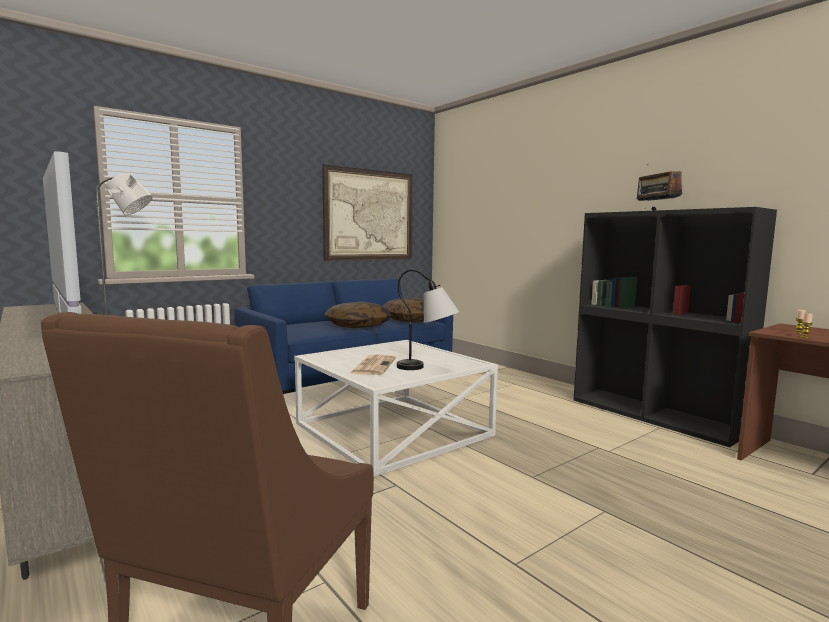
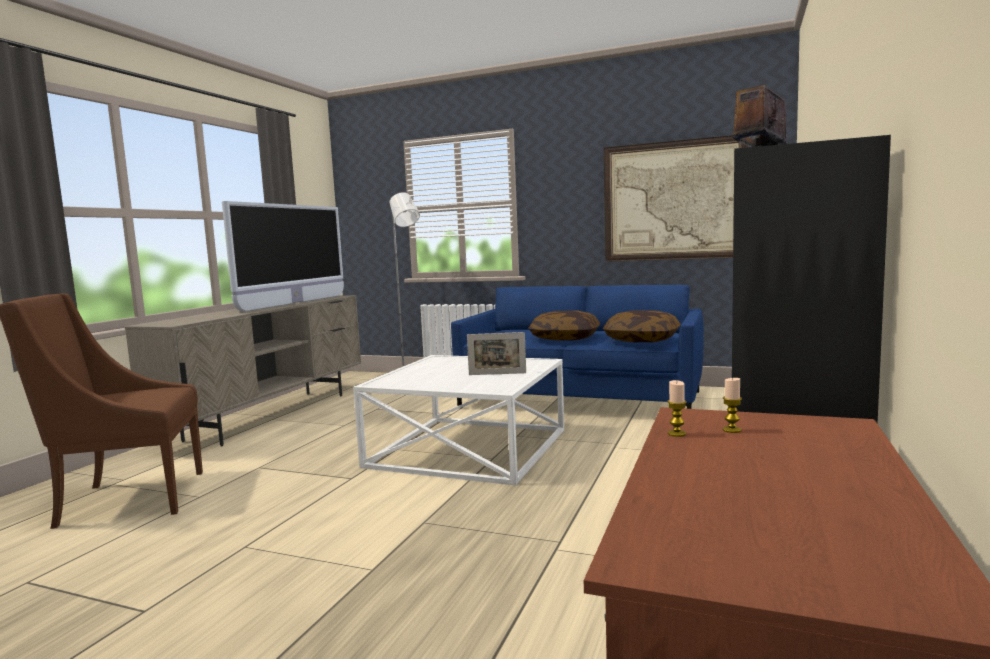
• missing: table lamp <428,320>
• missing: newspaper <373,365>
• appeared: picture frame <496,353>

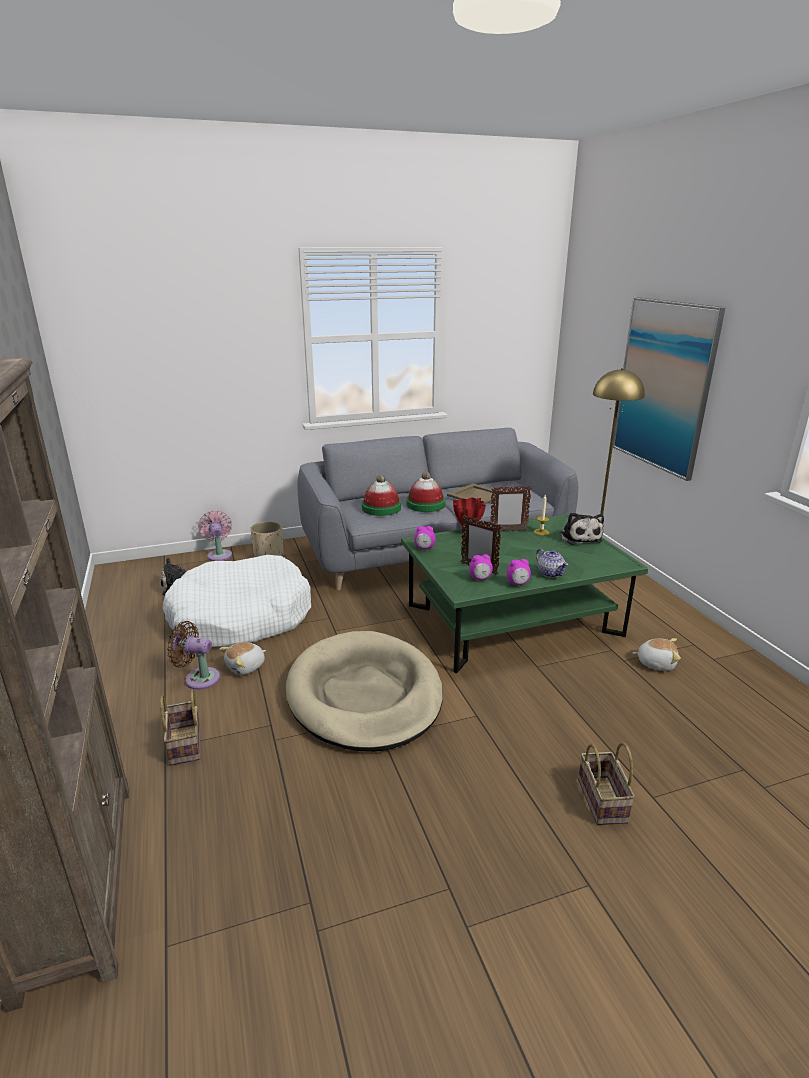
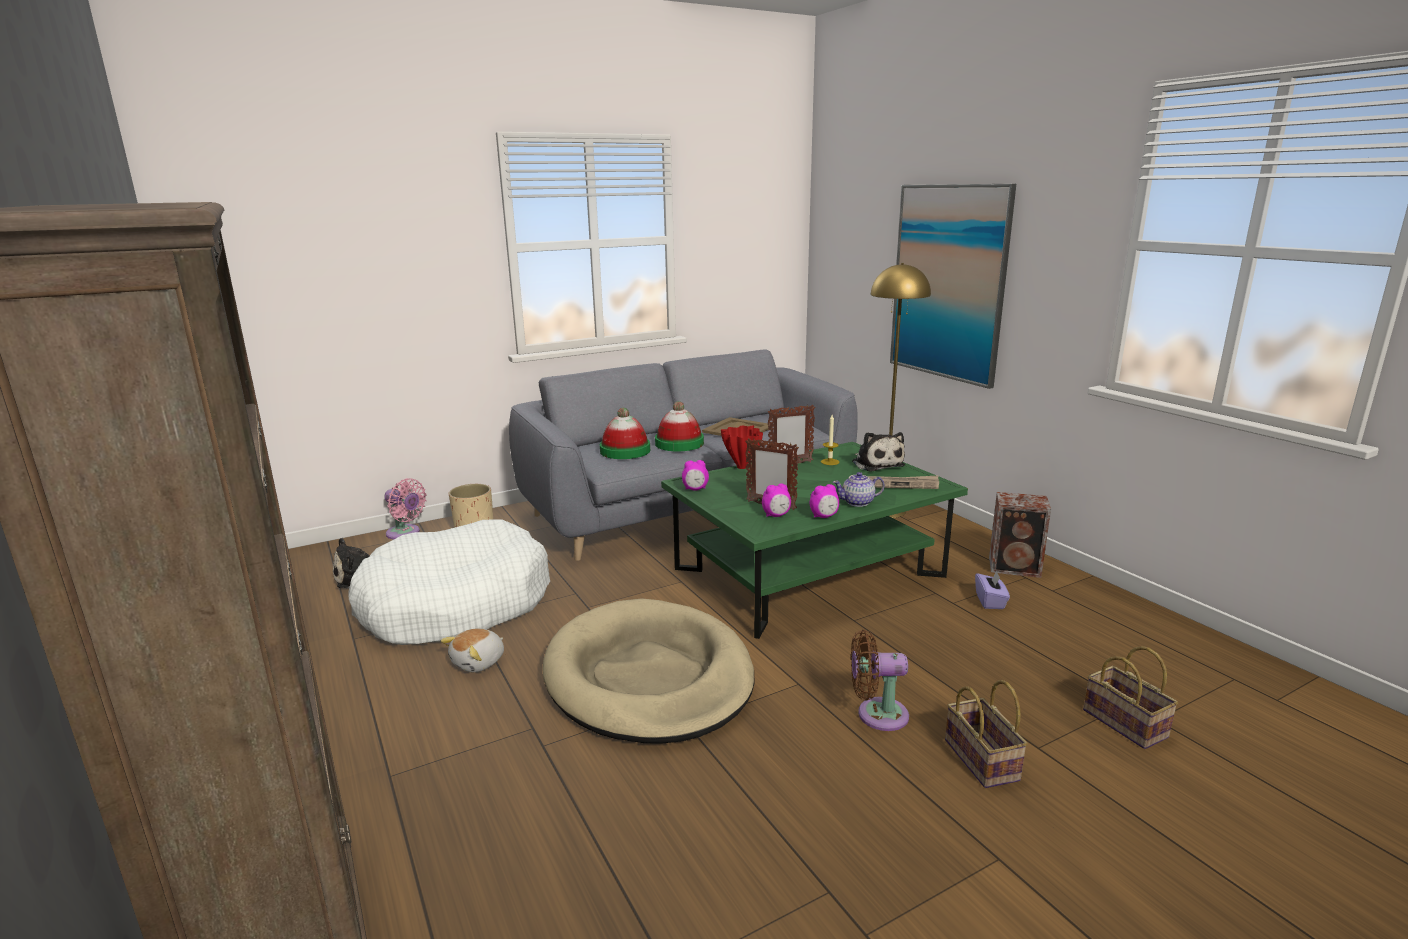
• spun: pink fan <215,536> = <405,508> 150 degrees clockwise
• spun: teapot <552,563> = <859,489> 120 degrees clockwise
• relocated: brown fan <193,655> to <880,680>
• exchanged: plush toy <657,654> to purple tissue box <992,590>
• relocated: basket <180,727> to <1130,697>
• appeared: newspaper <903,482>
• appeared: speaker <1020,535>

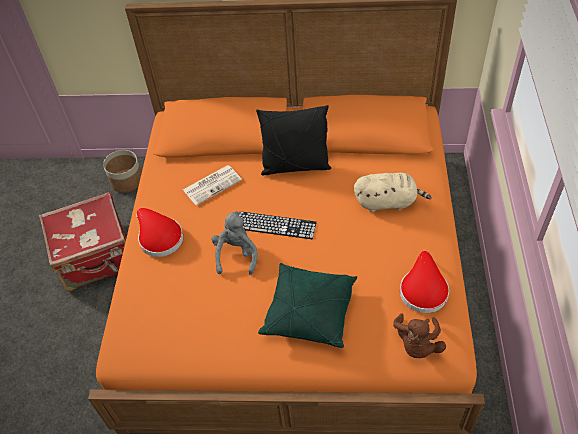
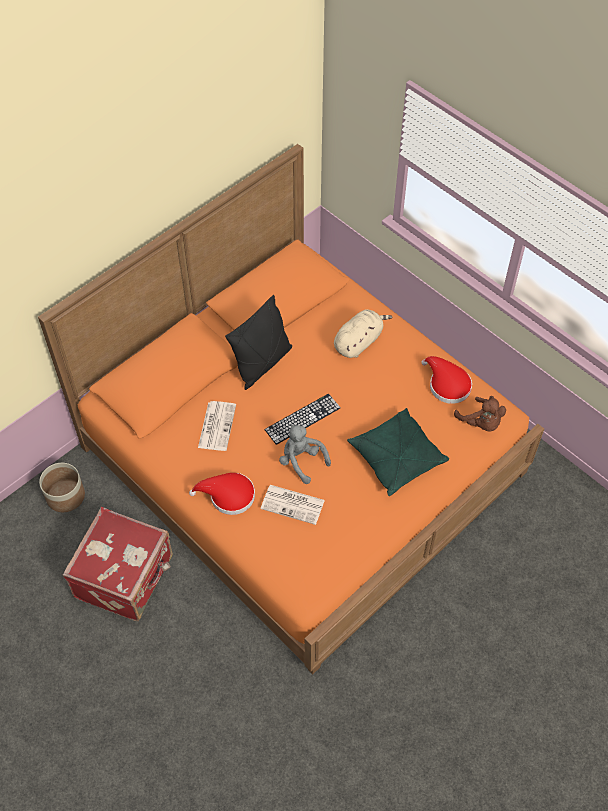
• appeared: newspaper <293,505>

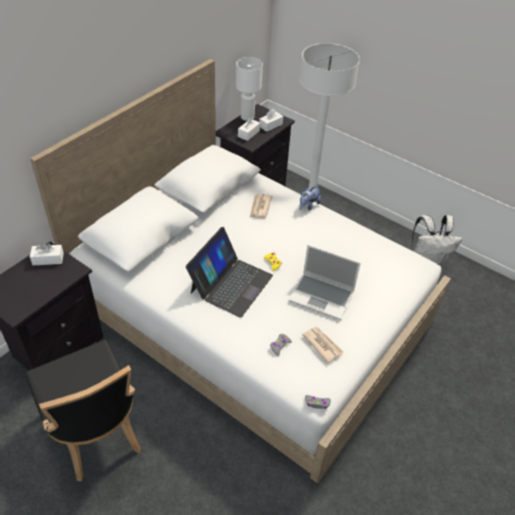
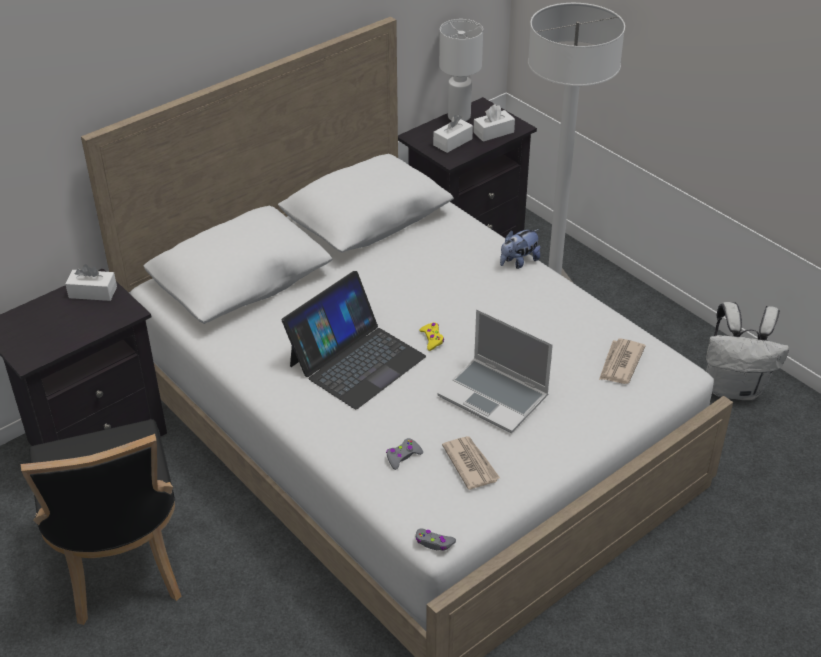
• relocated: newspaper <261,206> to <622,361>

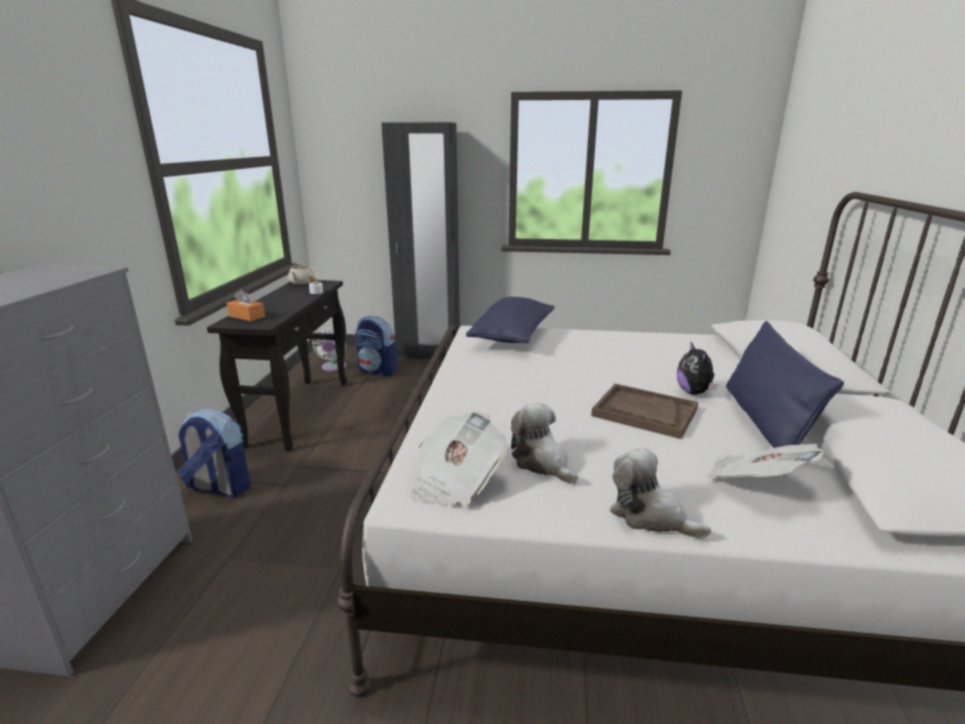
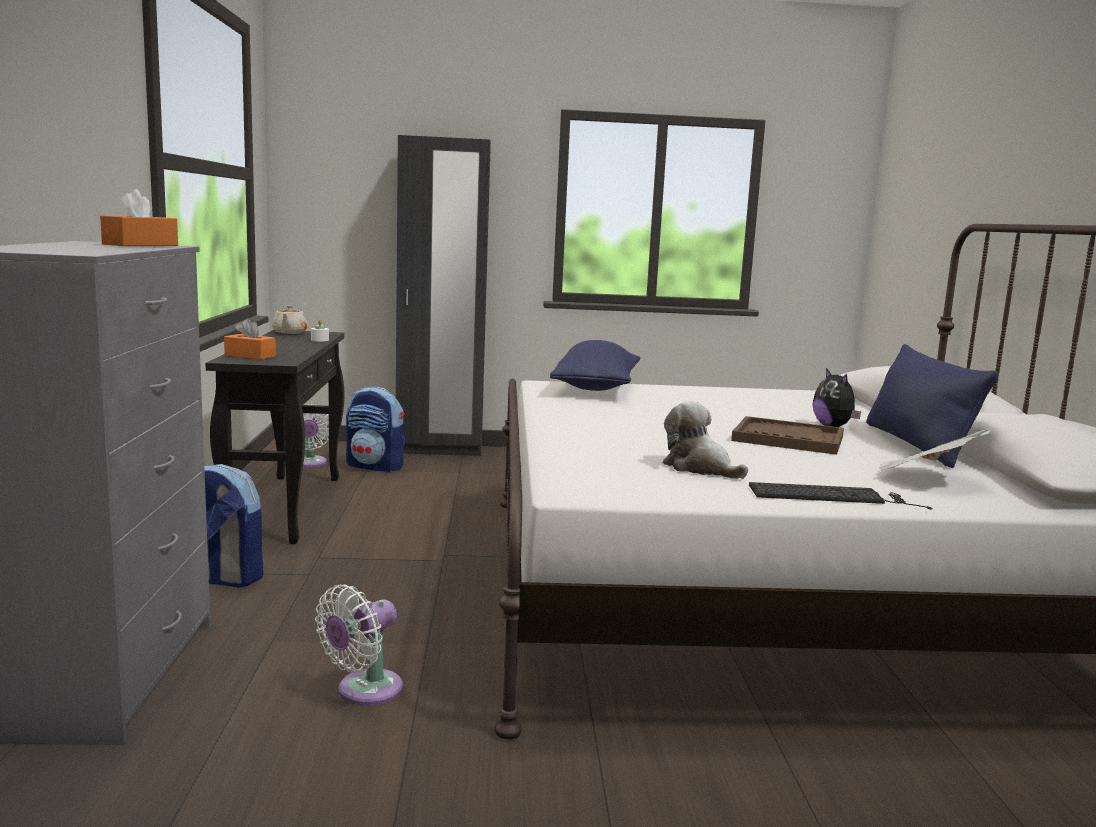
• missing: newspaper <459,458>
• exchanged: plush toy <660,493> to keyboard <841,496>
• appeared: orange tissue box <139,217>
• appeared: white fan <359,645>

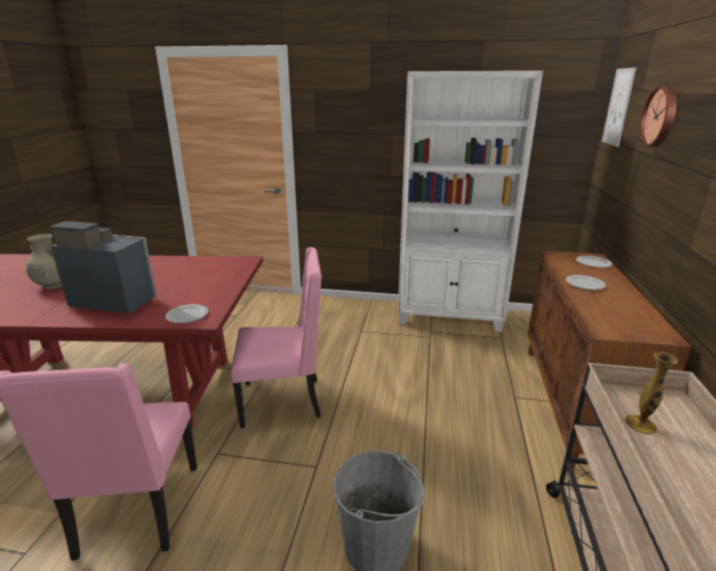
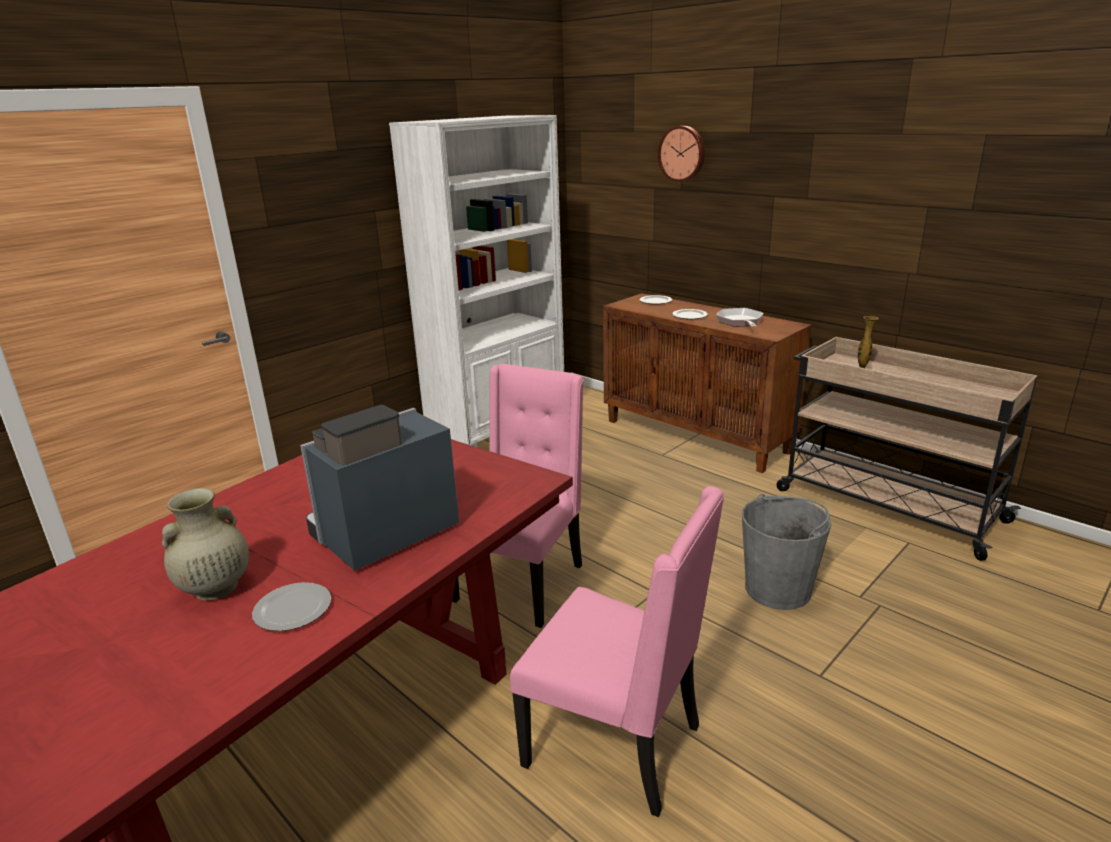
• missing: picture <619,107>
• relocated: plate <186,314> to <291,606>
• appeared: frying pan <740,317>

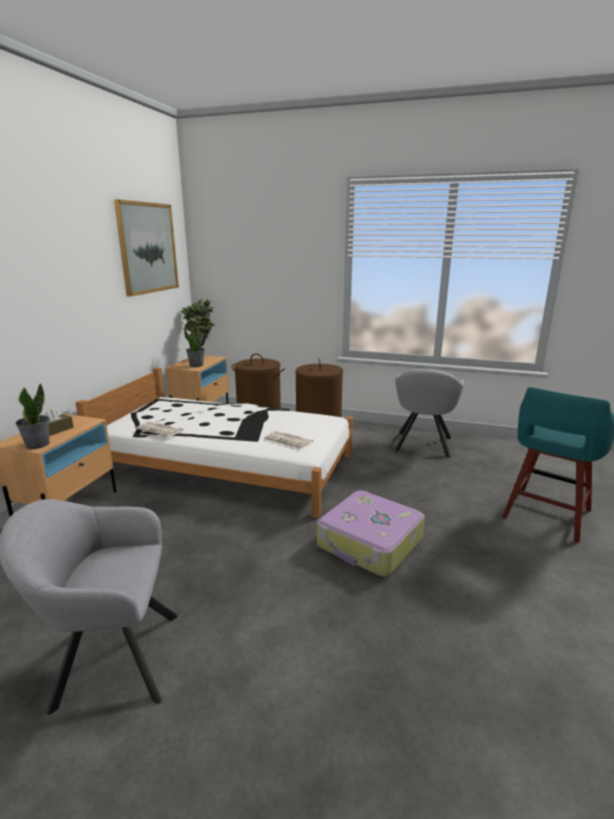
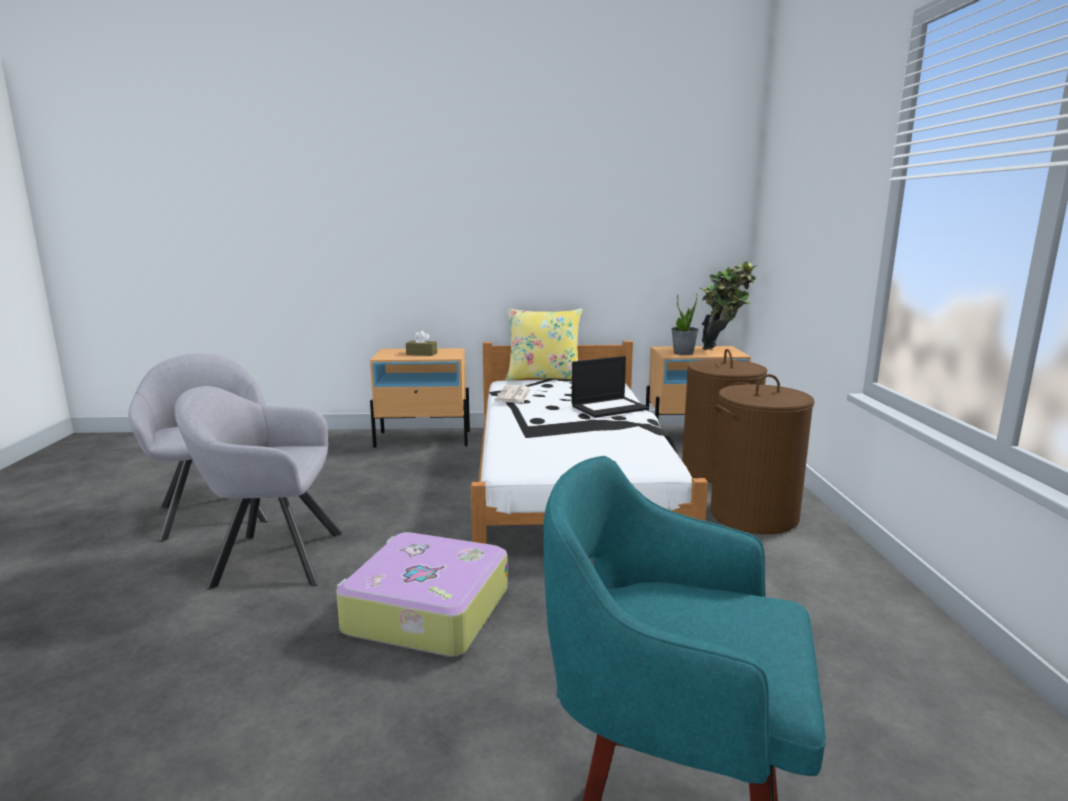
• missing: picture <146,248>
• relocated: grey armchair <429,413> to <258,488>
• missing: potted plant <32,416>
• missing: newspaper <289,440>
• appeared: yellow pillow <543,344>
• appeared: laptop <610,387>

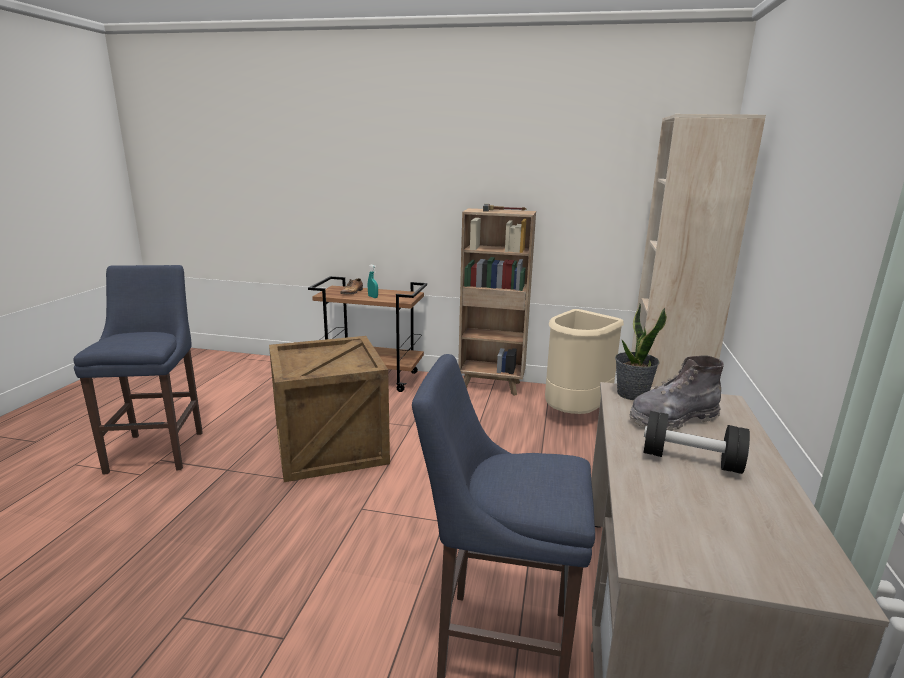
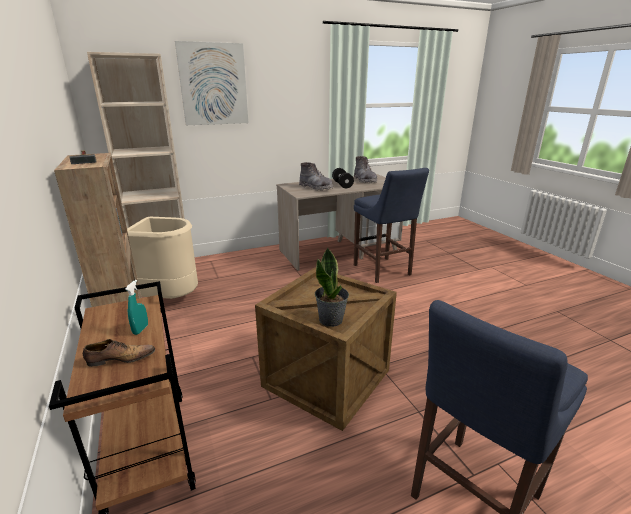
• relocated: potted plant <641,352> to <332,287>
• appeared: picture <211,83>
• appeared: grey boot <365,169>

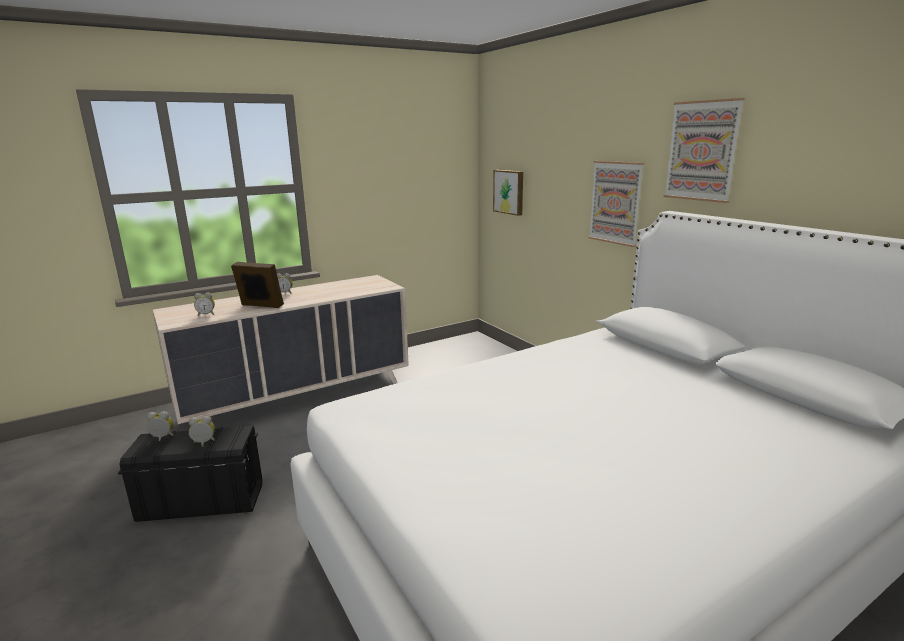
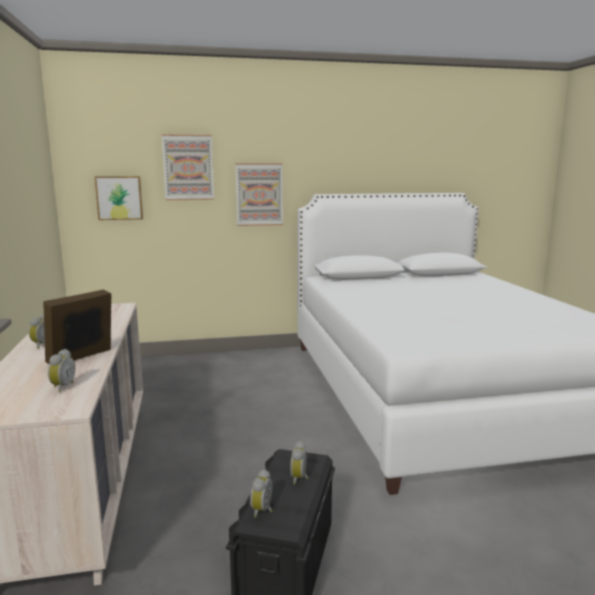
• relocated: picture <704,150> to <188,167>

